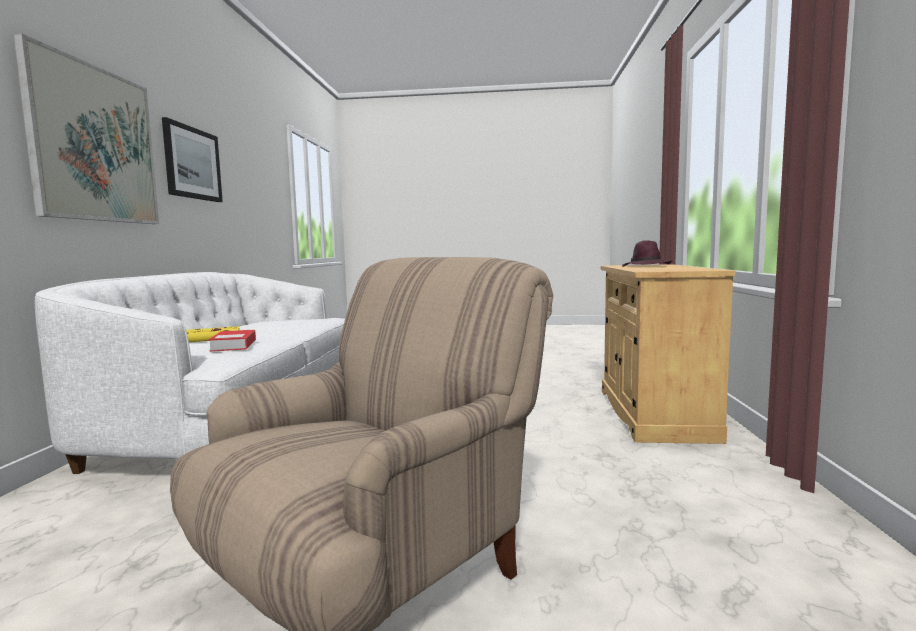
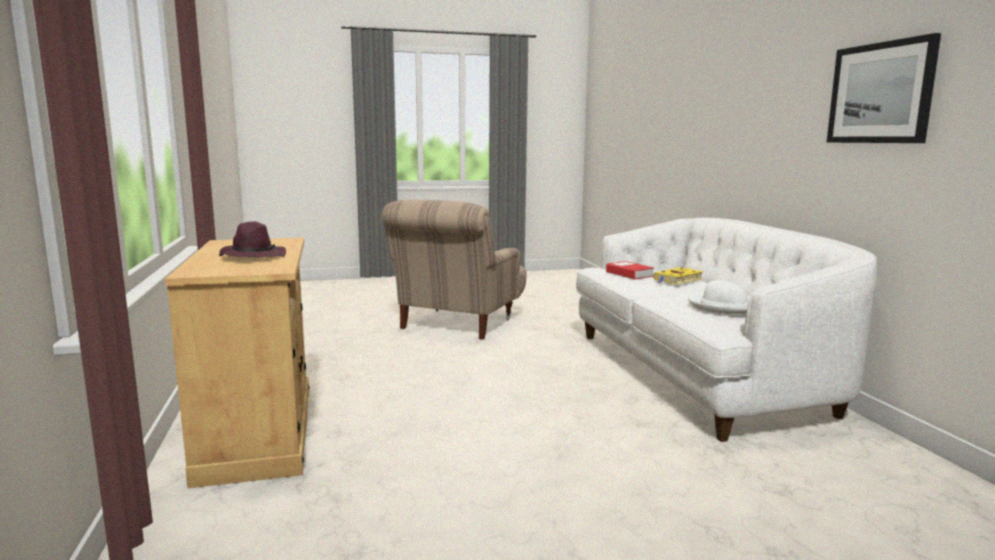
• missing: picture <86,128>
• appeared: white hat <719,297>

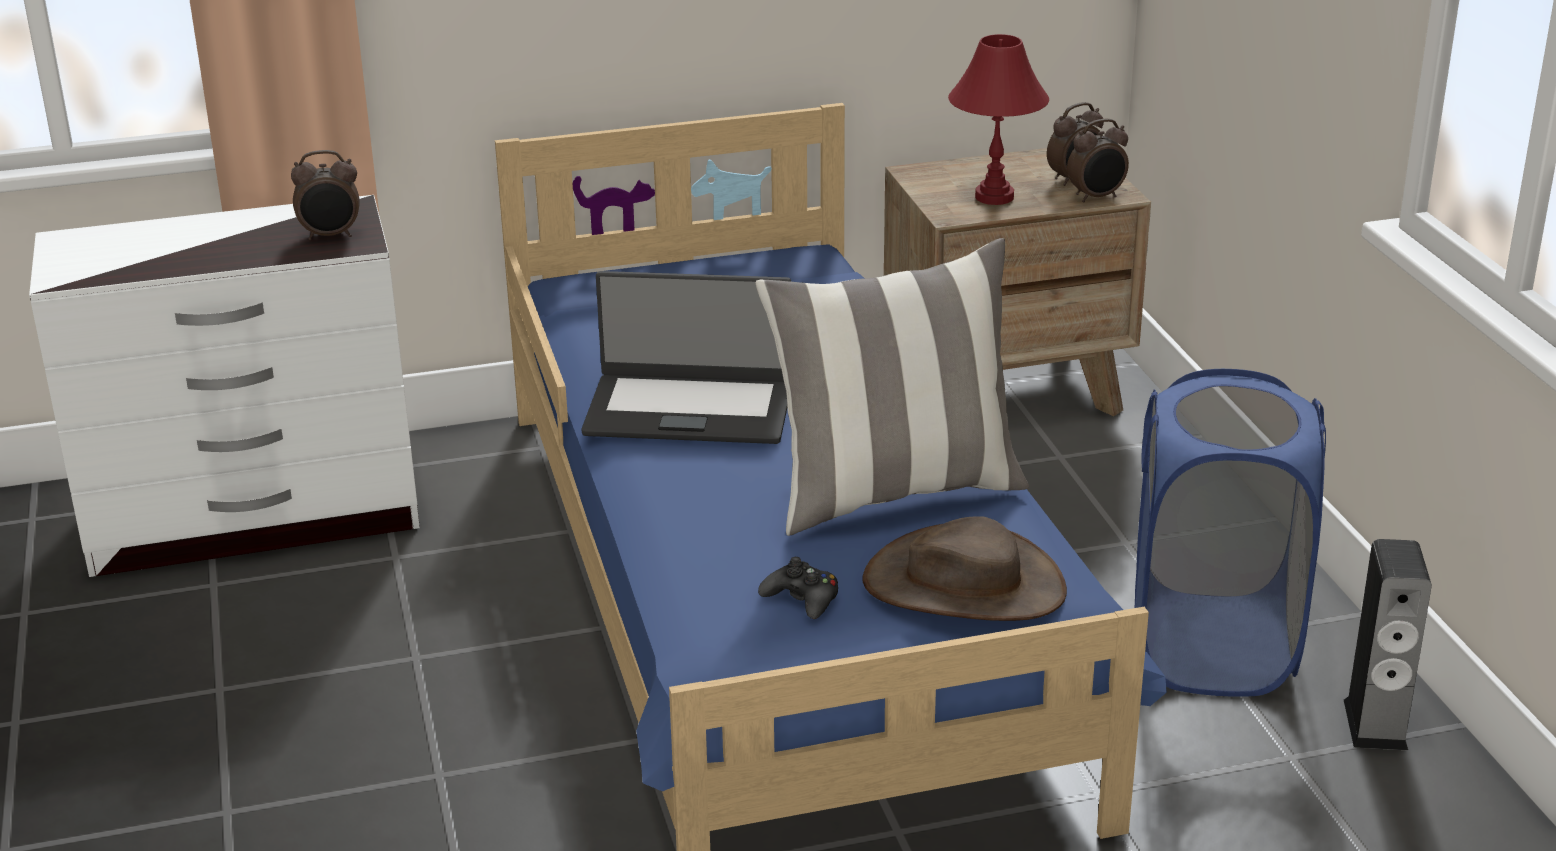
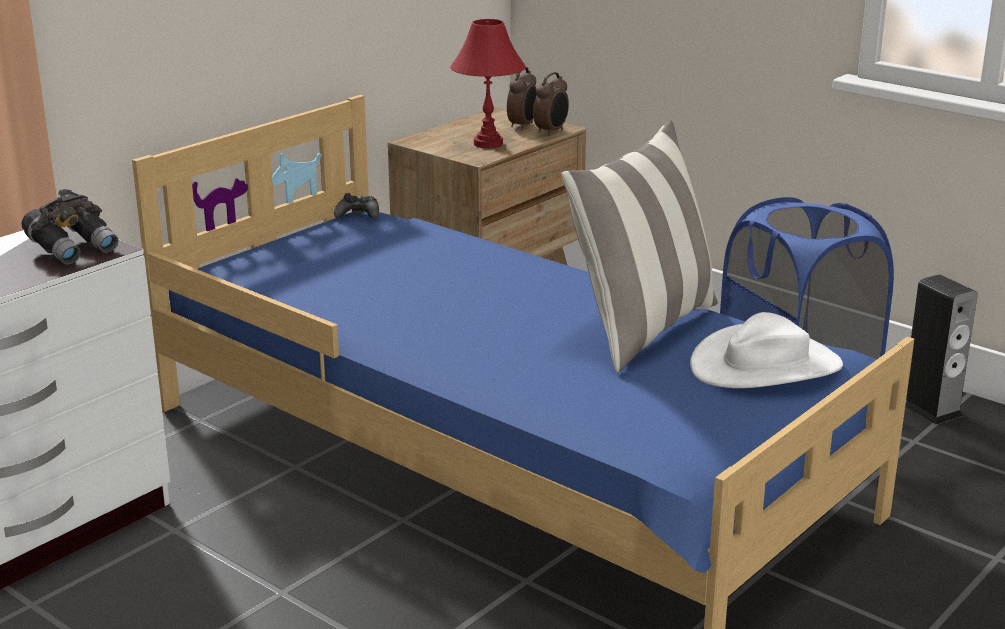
• exchanged: alarm clock <325,195> to grey binoculars <70,227>
• missing: laptop <686,357>
• colour: brown hat <964,568> to white hat <766,350>
• relocated: black game controller <798,588> to <356,206>

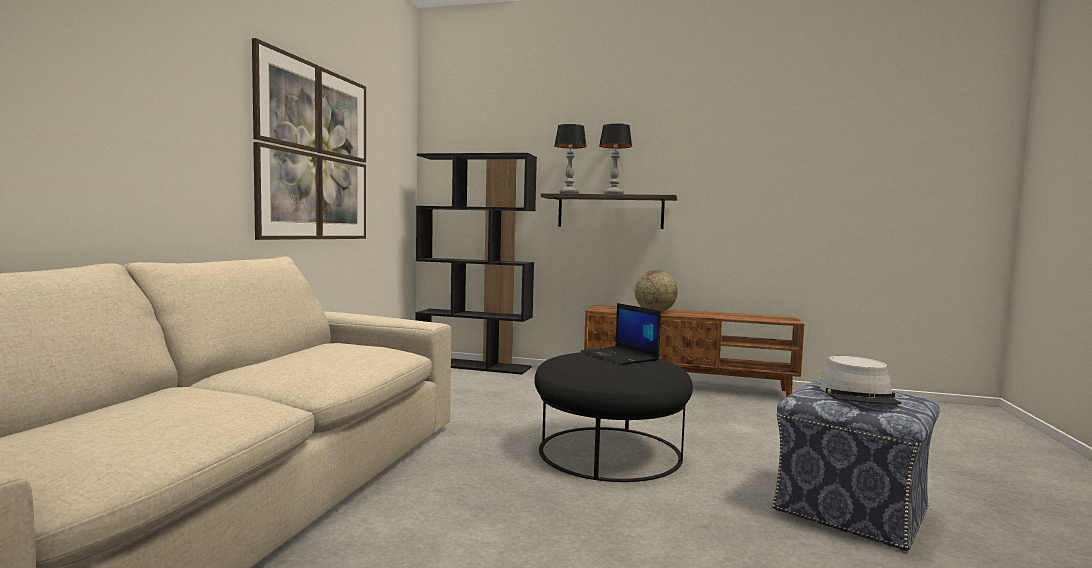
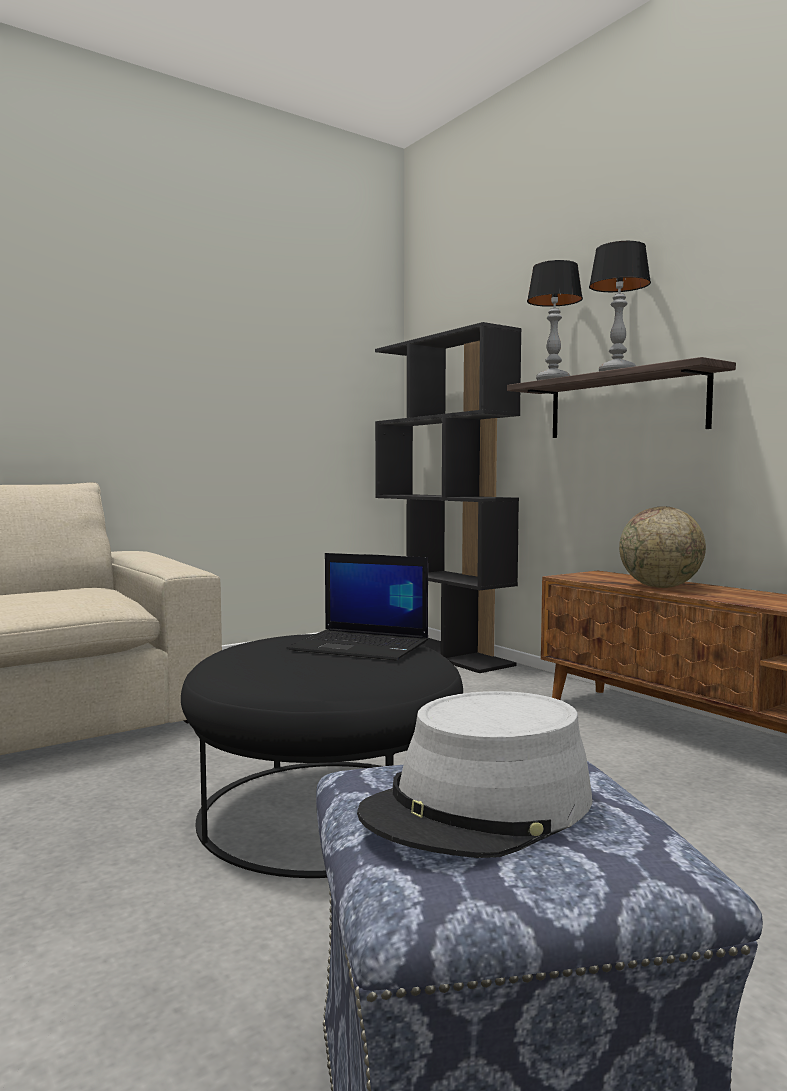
• missing: picture <309,139>
• spun: laptop <620,334> = <357,606> 75 degrees counterclockwise

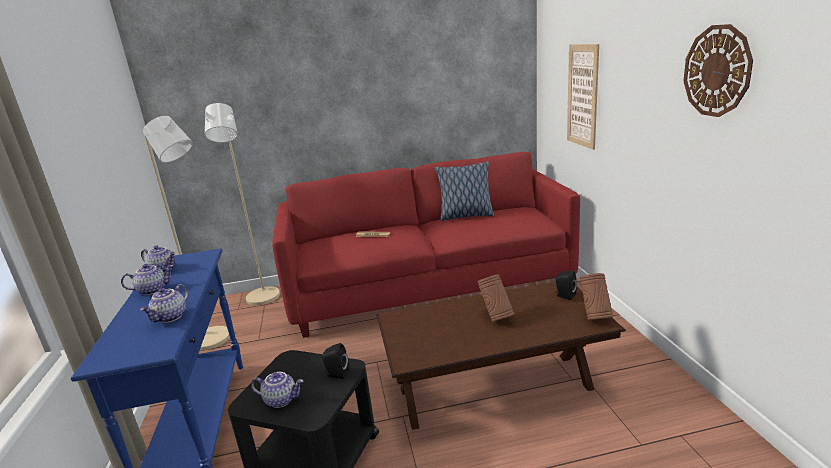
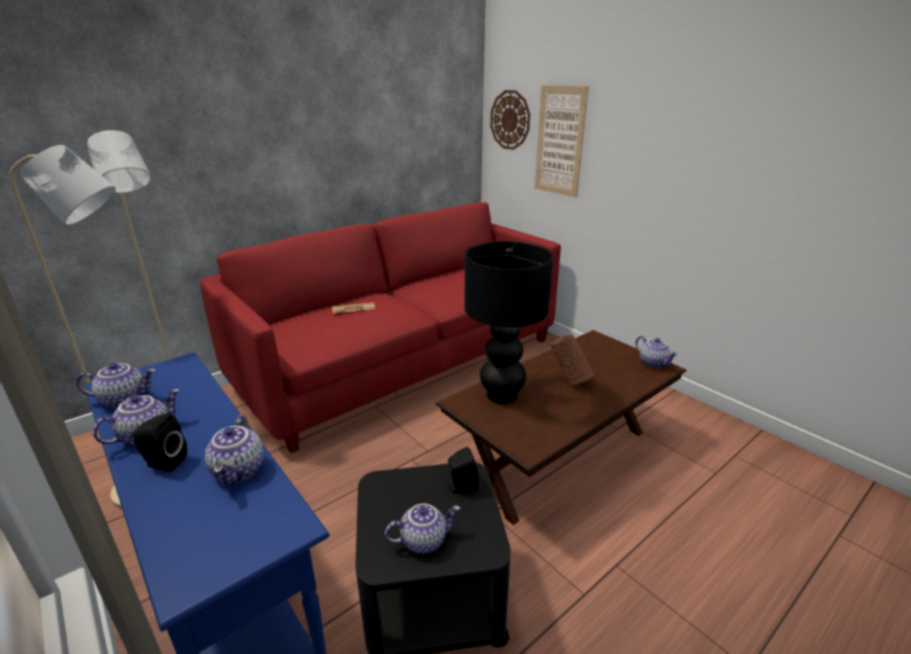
• relocated: wall clock <718,70> to <510,120>
• missing: pillow <464,191>
• relocated: black speaker <566,285> to <159,442>
• exchanged: brown vase <596,296> to teapot <656,352>
• appeared: black table lamp <508,322>

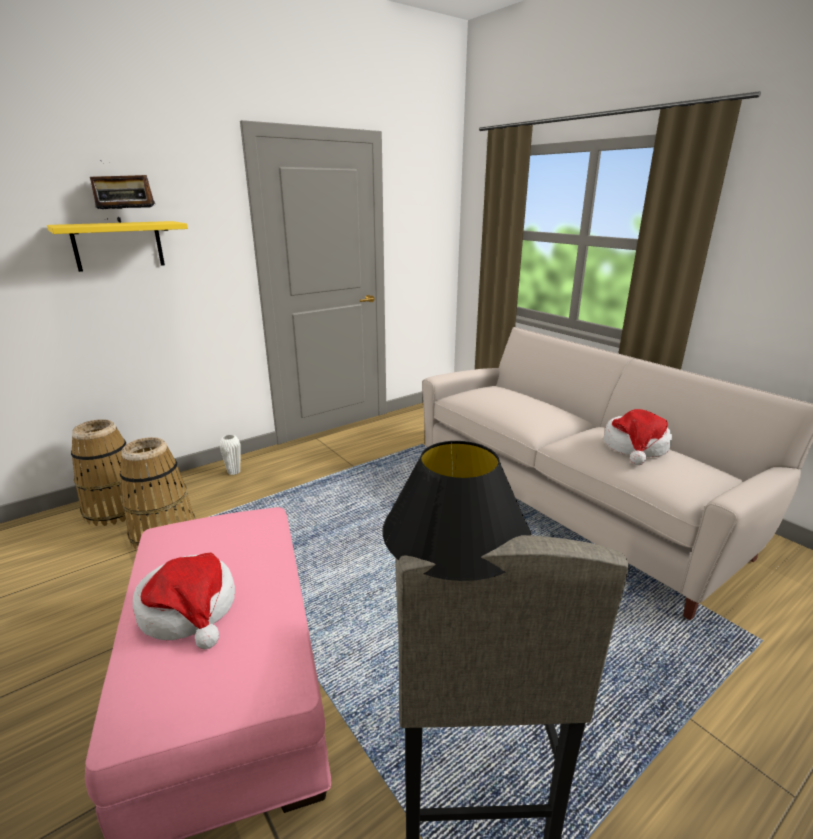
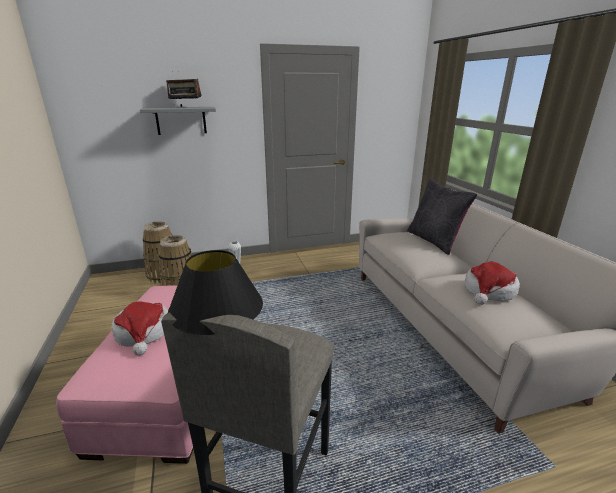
• colour: yellow shelf <117,246> to grey shelf <178,121>
• appeared: black pillow <442,217>

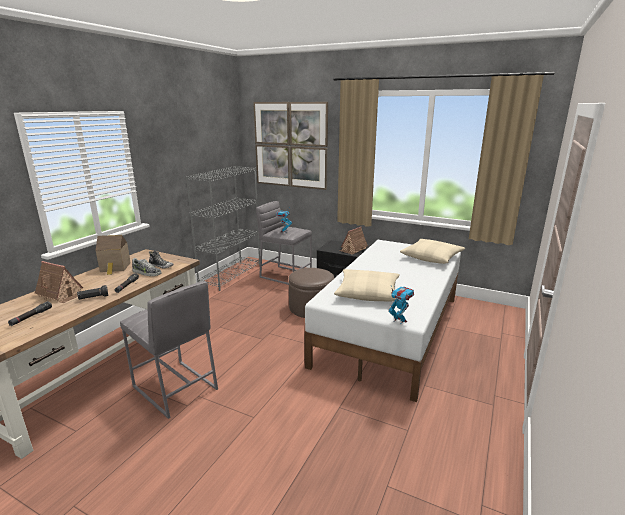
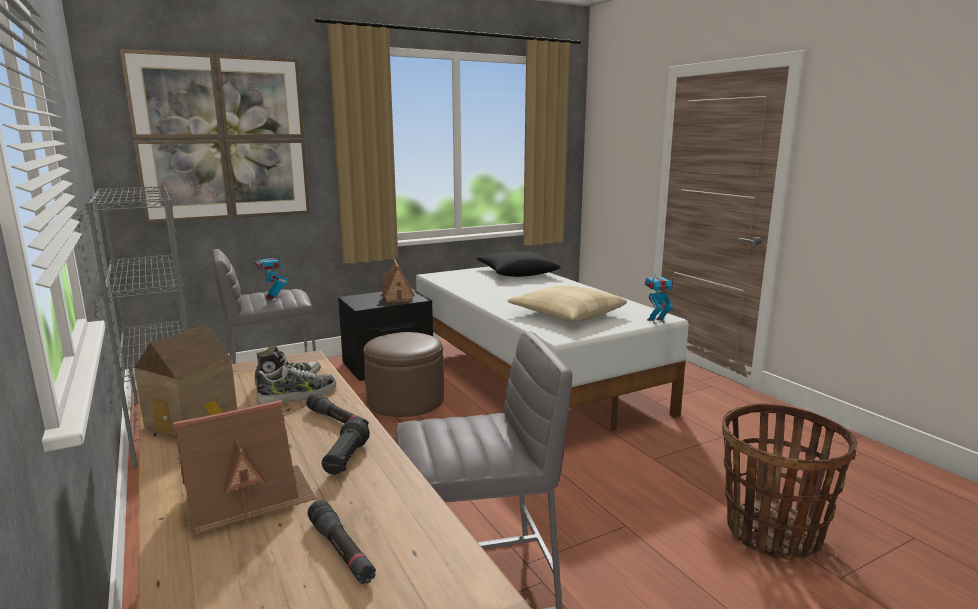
• colour: beige pillow <432,251> to black pillow <519,264>
• appeared: basket <790,481>

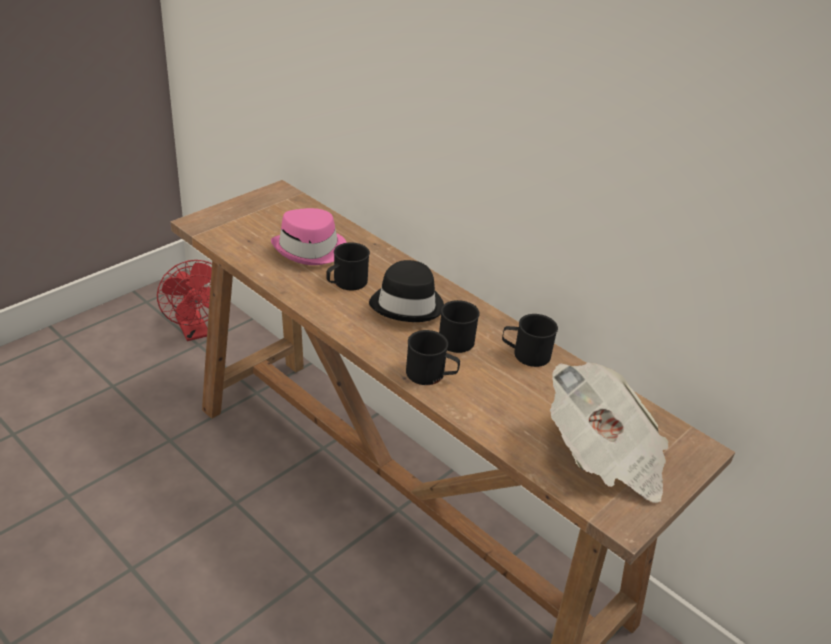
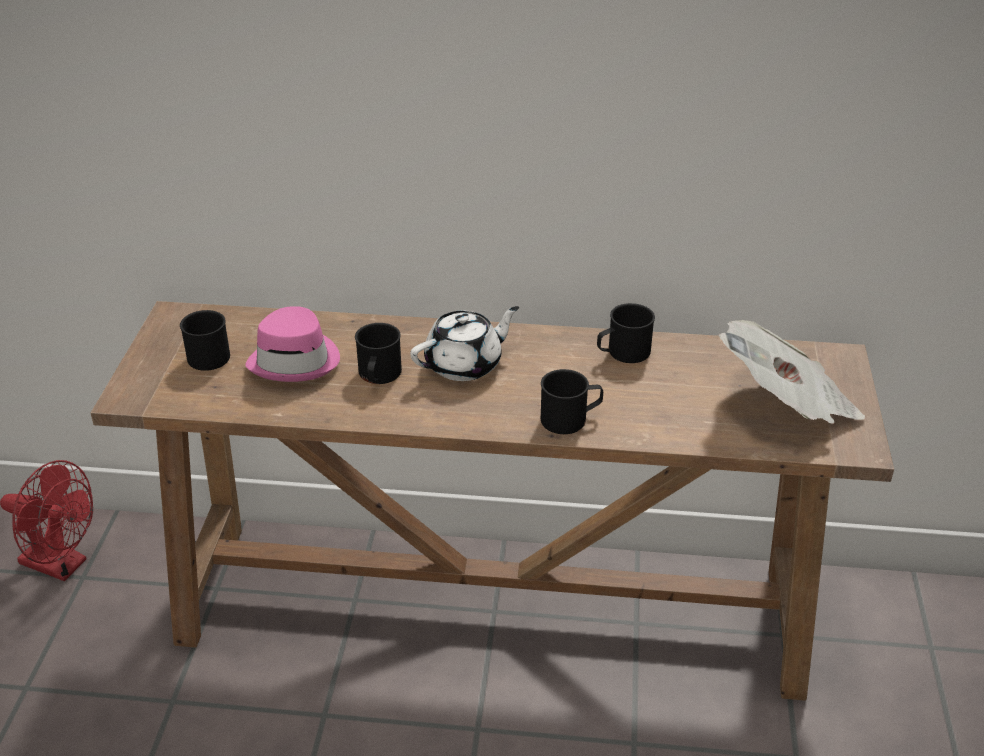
• exchanged: black hat <406,291> to white teapot <464,343>
• relocated: black mug <459,326> to <205,340>

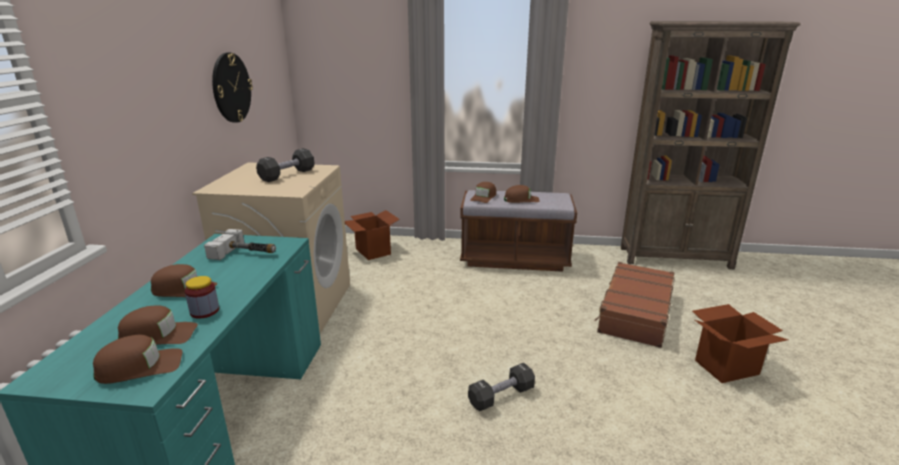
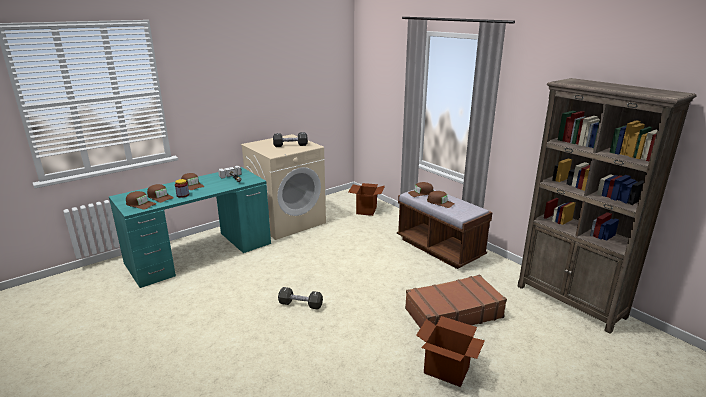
• missing: wall clock <232,88>

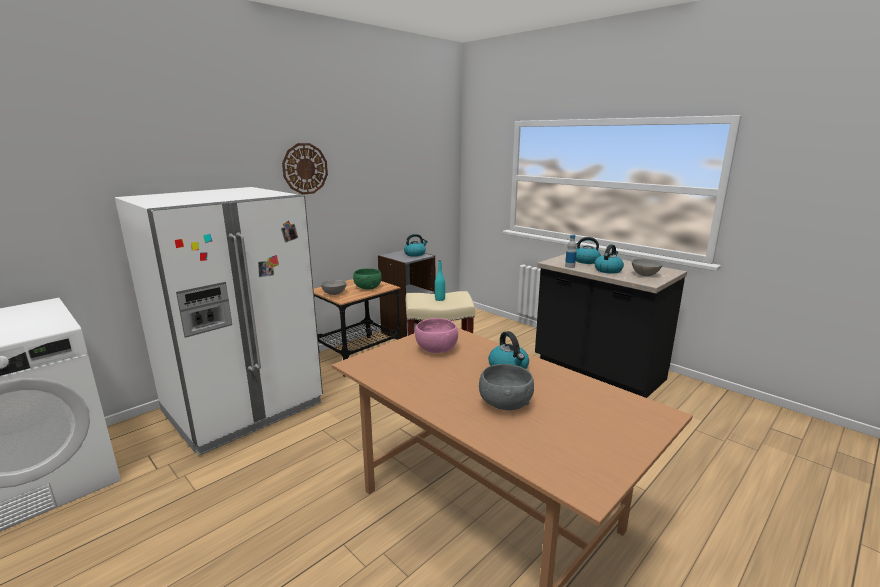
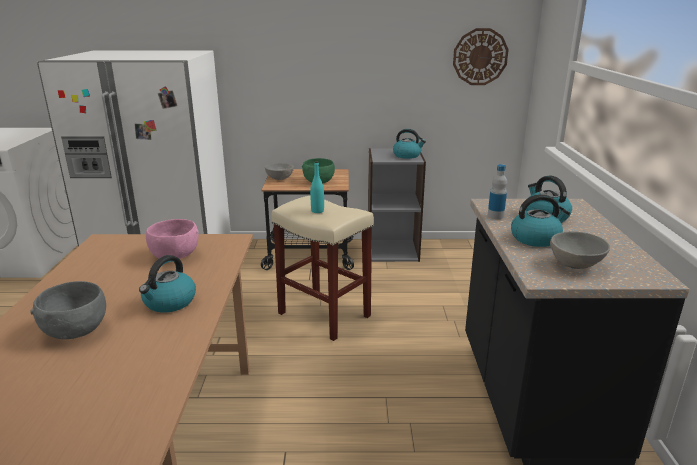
• relocated: wall clock <305,169> to <481,56>

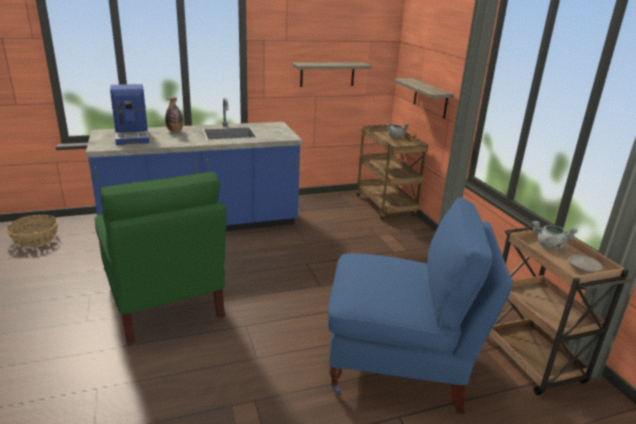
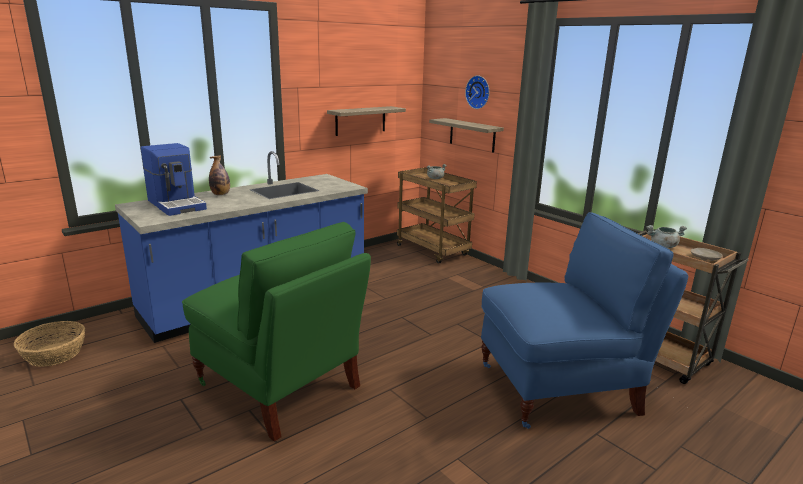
• appeared: wall clock <477,92>

